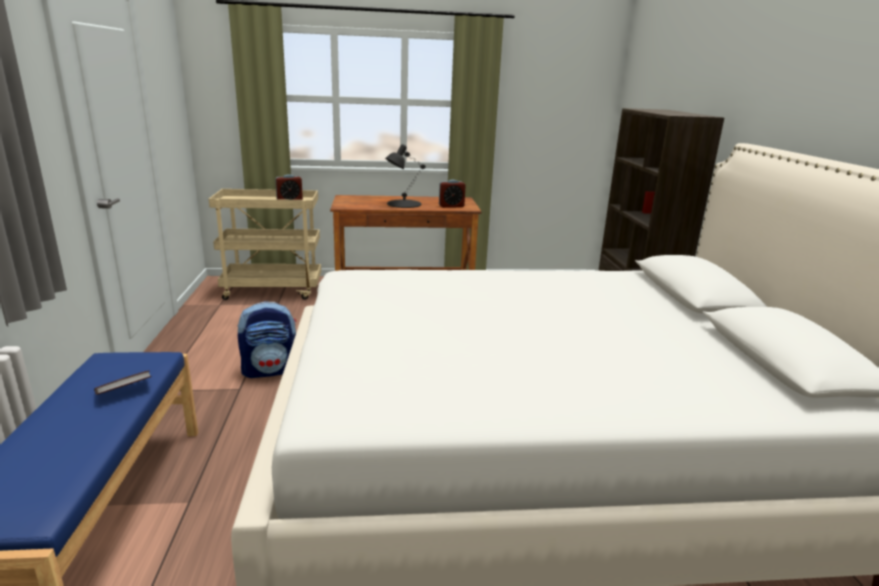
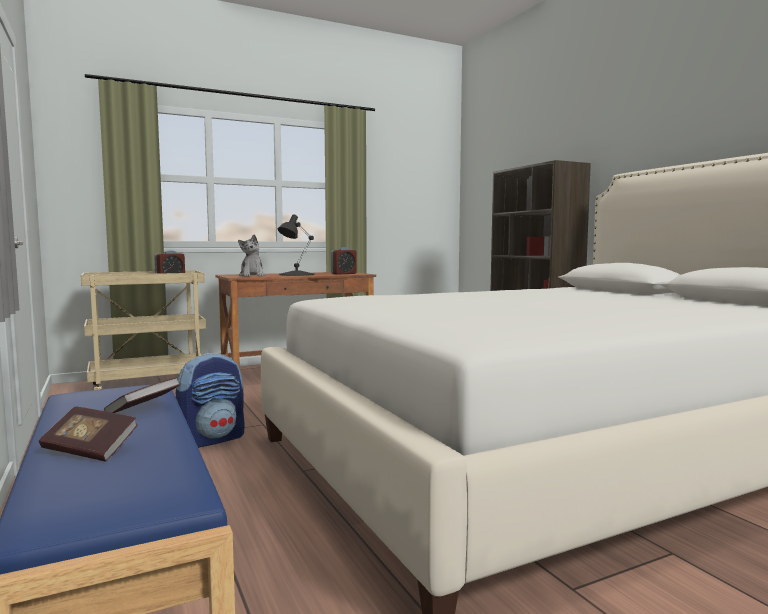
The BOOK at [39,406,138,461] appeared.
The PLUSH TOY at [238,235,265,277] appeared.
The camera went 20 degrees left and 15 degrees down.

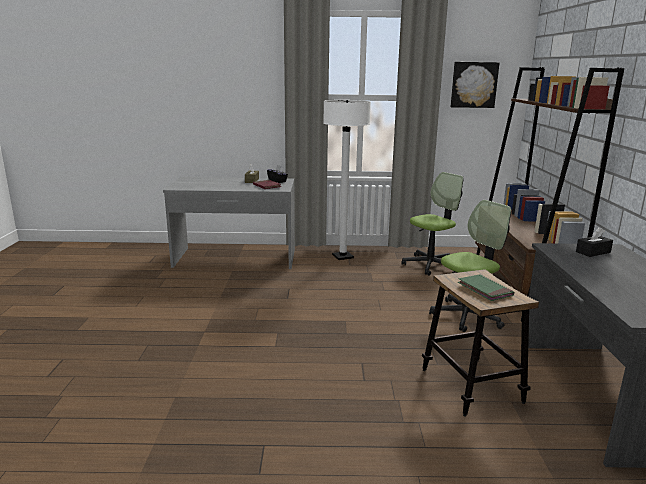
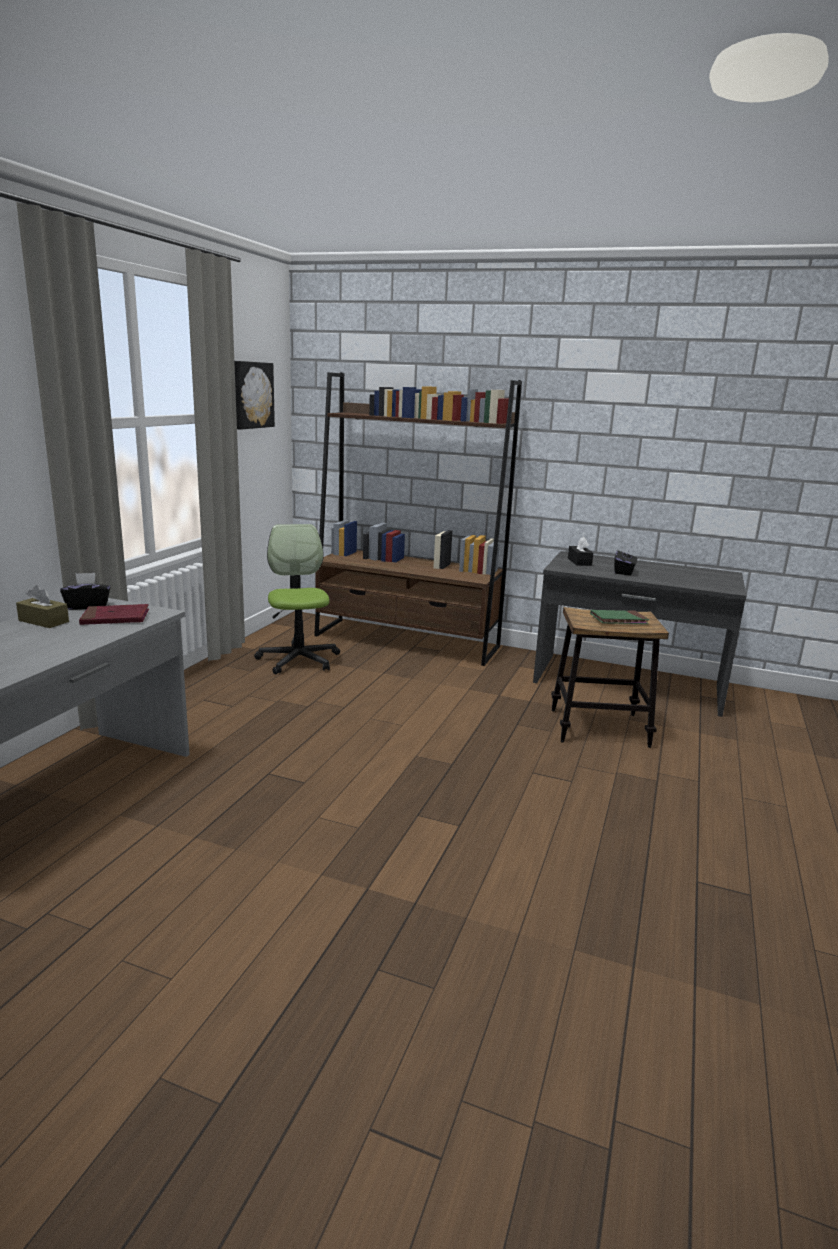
The WHITE FLOOR LAMP at [323,100,371,260] disappeared.
The OFFICE CHAIR at [429,200,511,332] disappeared.
The BLACK TISSUE BOX at [614,548,637,575] appeared.
The camera went 70 degrees left and 0 degrees up.

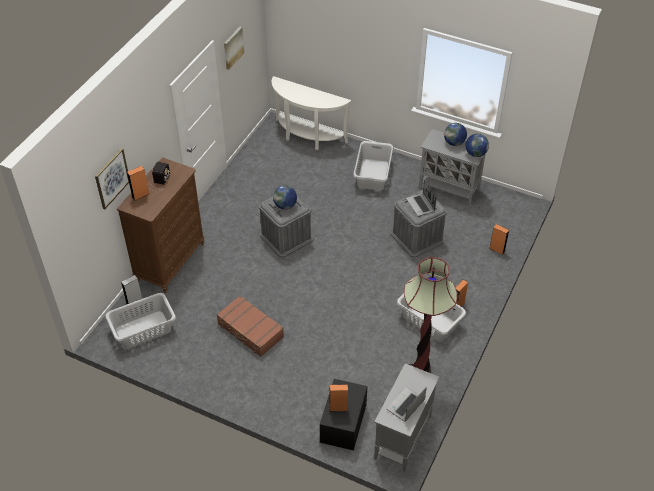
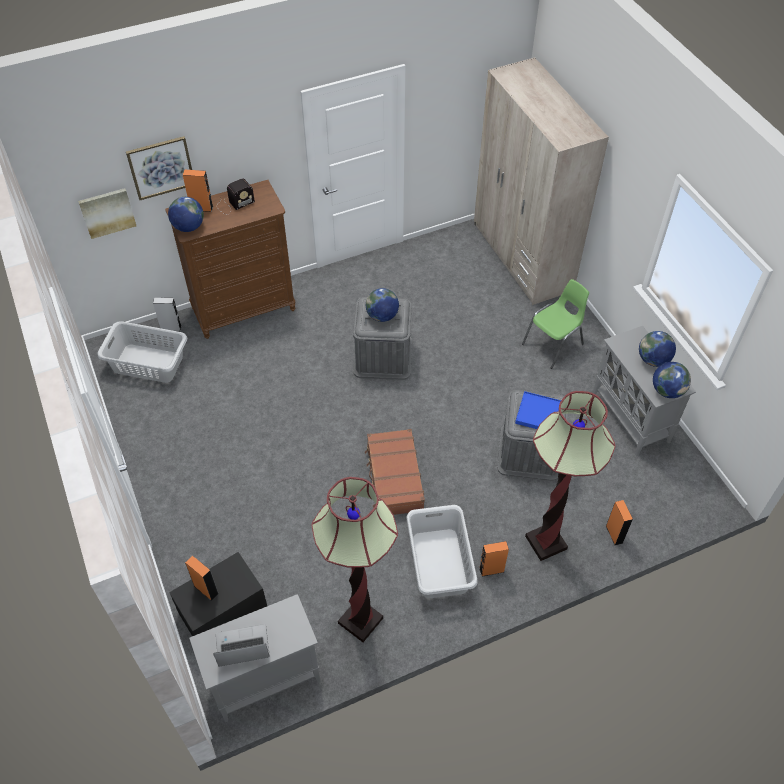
The BROWN SUITCASE moved from [216,295,284,357] to [365,429,425,515].
The PICTURE moved from [224,27,244,70] to [78,188,136,239].
The WHITE CONSOLE TABLE at [272,76,351,150] was replaced by the BEIGE WARDROBE at [474,57,609,305].
The GREY LAUNDRY BASKET at [353,141,393,190] was replaced by the GREEN CHAIR at [522,279,589,369].
The LAPTOP at [406,180,437,216] was replaced by the BLUE TRAY at [515,391,561,429].
The GLOBE at [168,197,204,232] appeared.
The FLOOR LAMP at [525,391,615,561] appeared.
The camera went 40 degrees right and 5 degrees up.

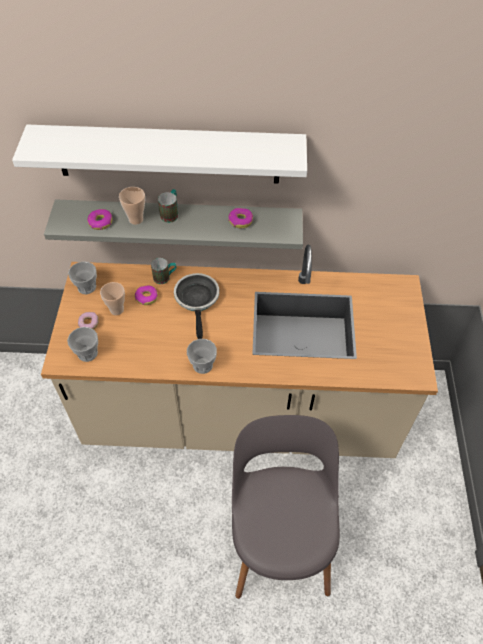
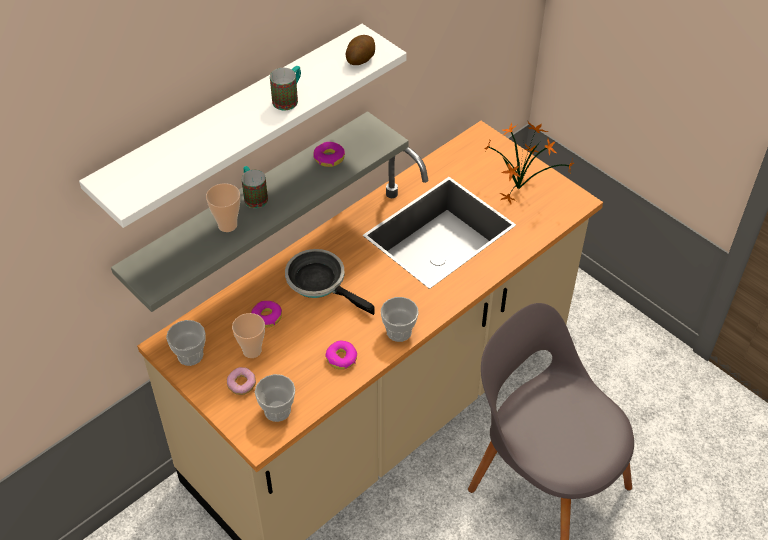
The DONUT moved from [87,209,112,230] to [325,341,357,370].
The MUG moved from [151,258,176,284] to [270,66,301,110].
The POTATO at [346,35,375,65] appeared.
The POTTED PLANT at [484,122,575,204] appeared.
The camera went 45 degrees left and 5 degrees down.

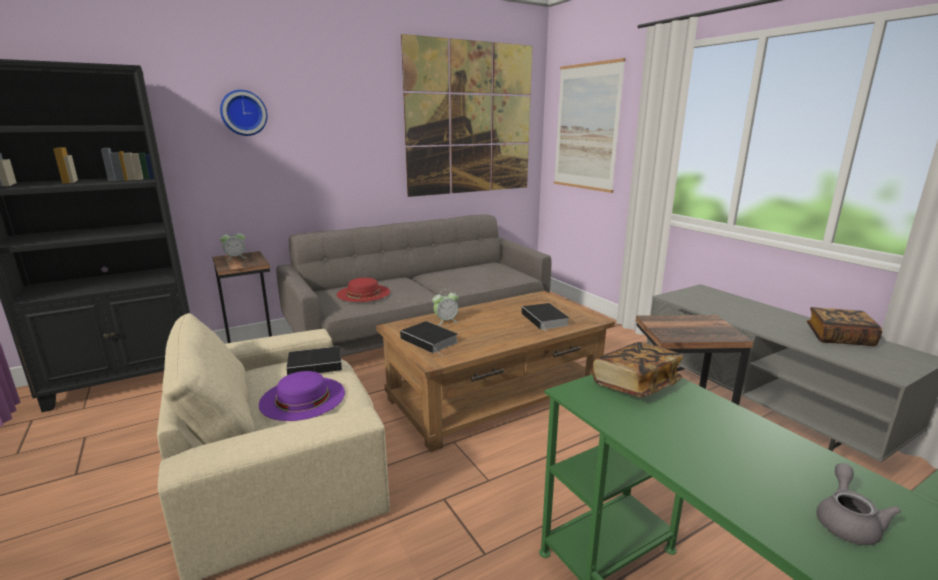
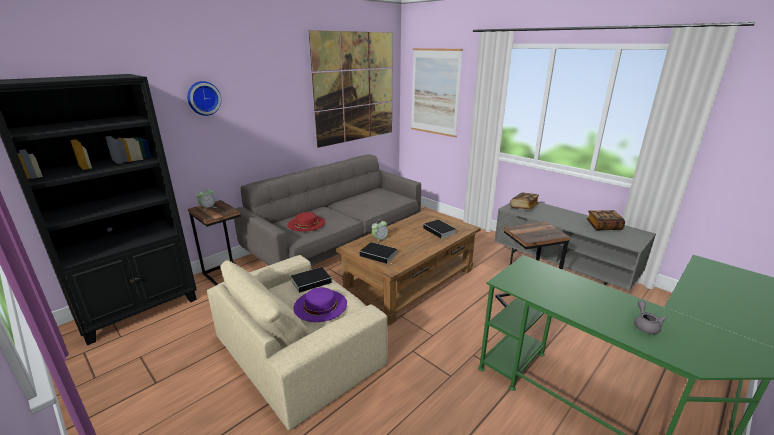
The BOOK moved from [593,342,684,397] to [510,193,539,209].
The camera went 15 degrees left and 5 degrees up.

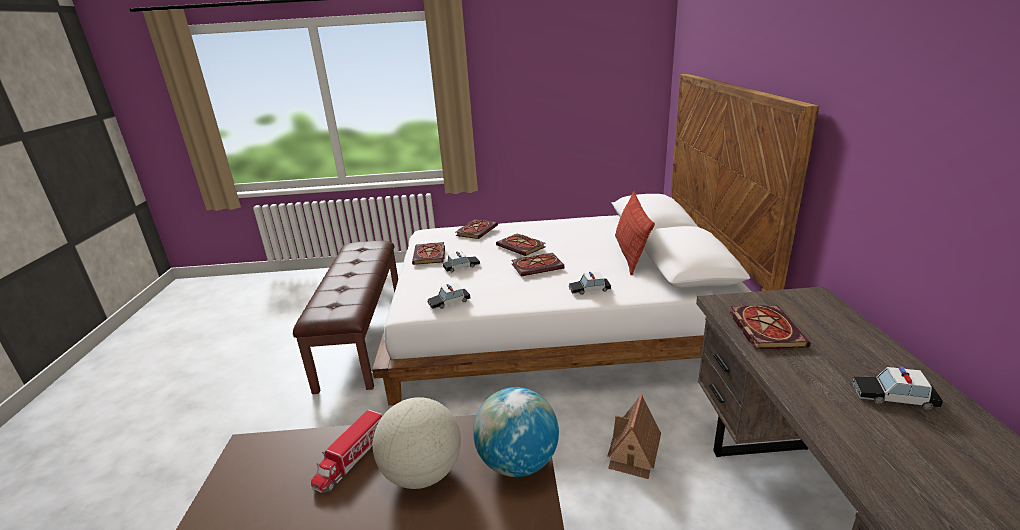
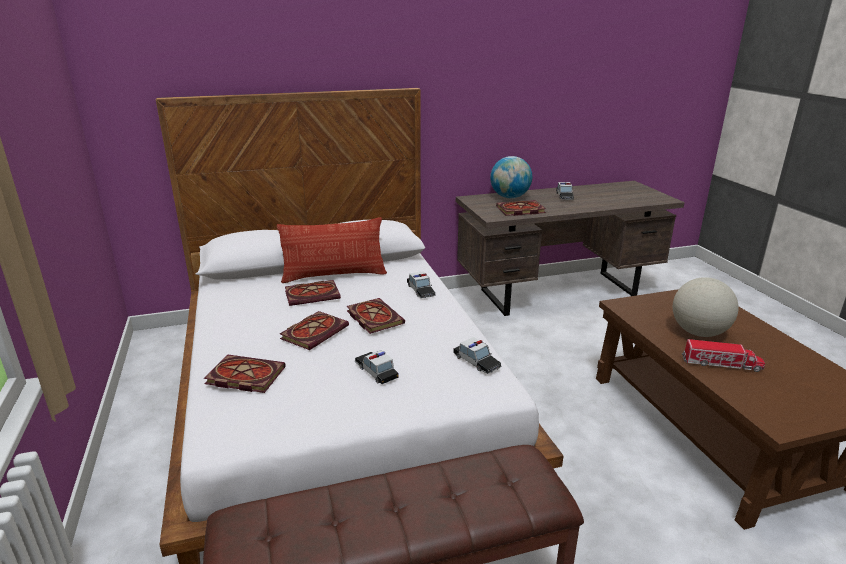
The BOOK moved from [412,242,445,265] to [285,280,341,306].
The GLOBE moved from [473,387,559,477] to [490,156,532,198].
The TOY HOUSE at [607,393,661,479] disappeared.
The camera went 105 degrees left and 0 degrees up.

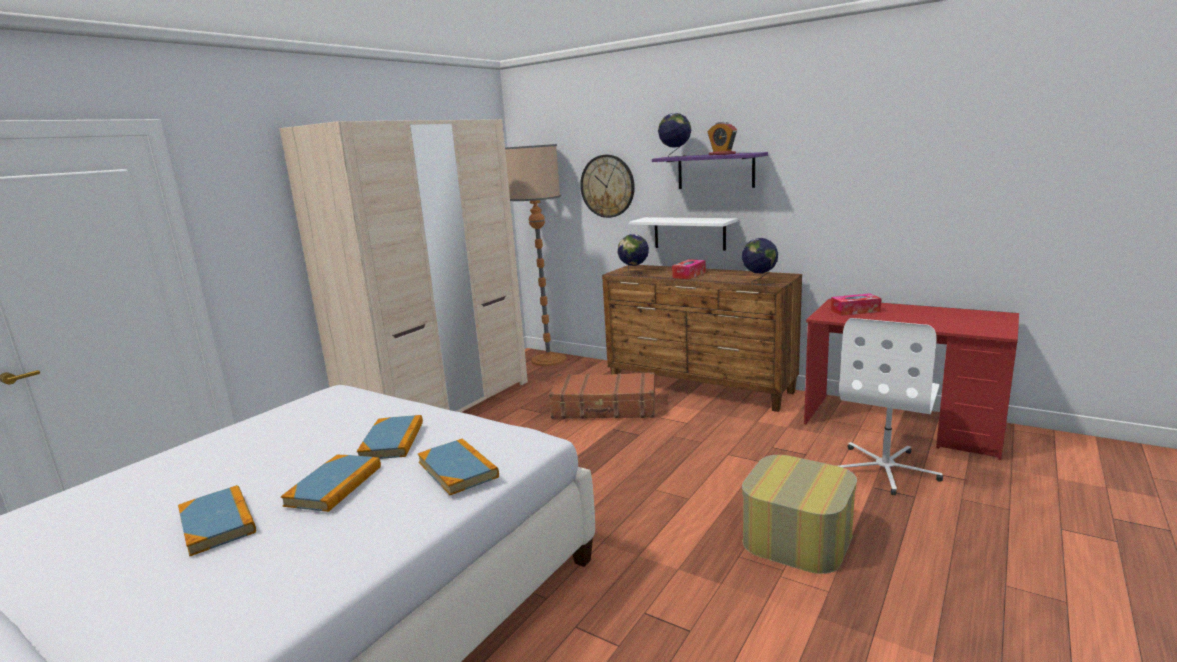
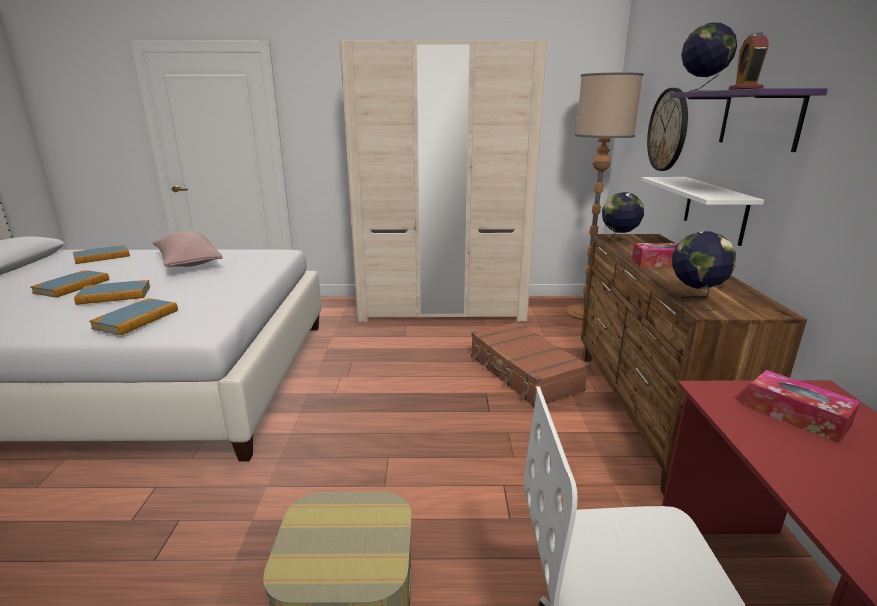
The BOOK moved from [357,415,423,459] to [73,245,130,264].
The PINK PILLOW at [153,231,223,267] appeared.
The camera went 55 degrees right and 5 degrees up.

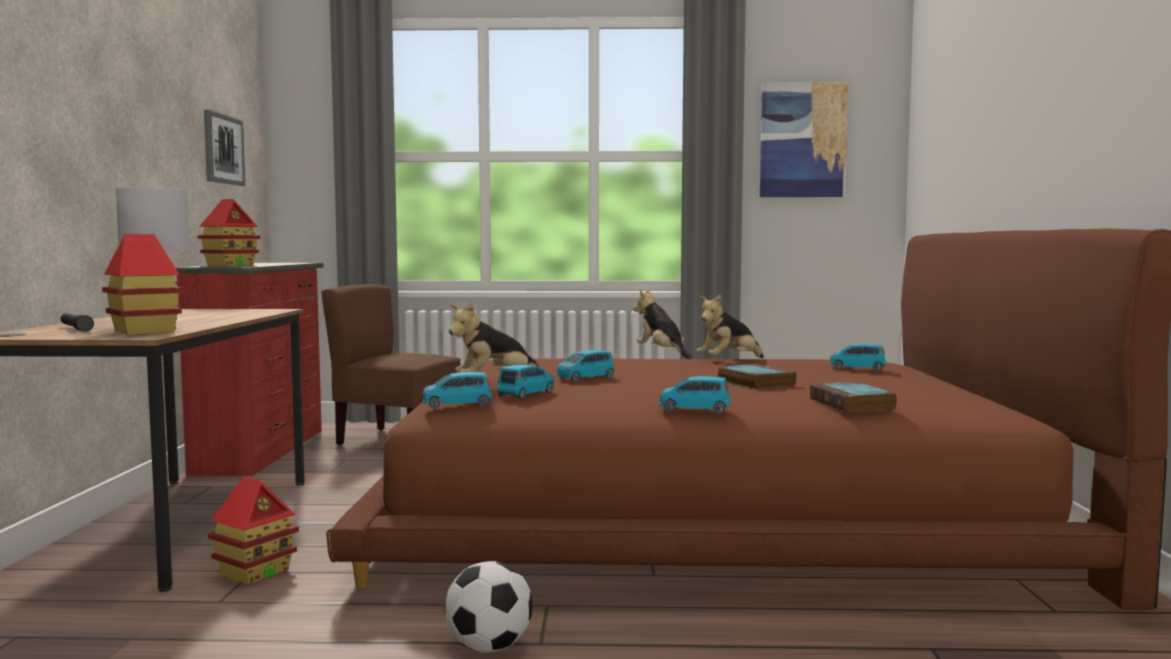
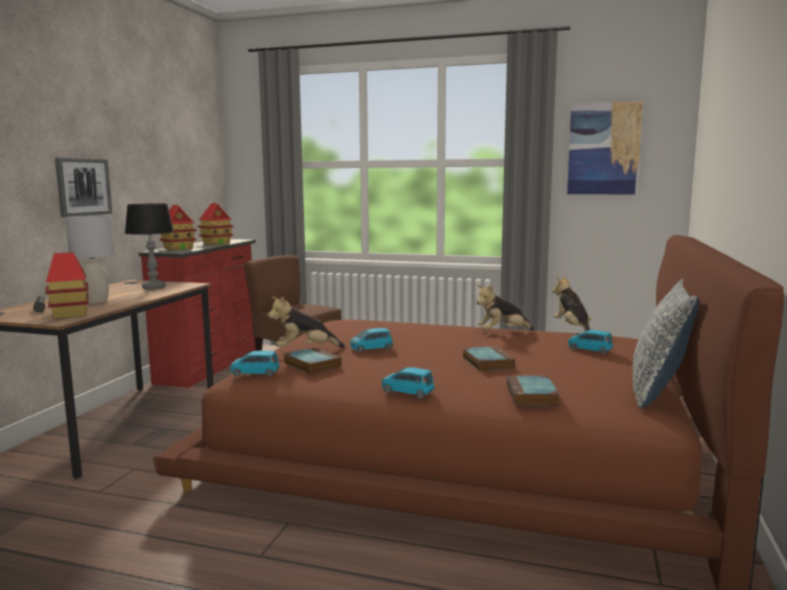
The PICTURE moved from [204,110,245,186] to [55,158,112,217].
The TOY HOUSE moved from [208,477,299,585] to [198,203,234,245].
The FOOTBALL at [445,561,532,653] disappeared.
The BLUE TOY CAR at [497,365,554,399] was replaced by the BOOK at [284,347,341,374].
The PLUSH TOY moved from [633,289,692,359] to [552,276,592,331].
The TABLE LAMP at [125,203,174,290] appeared.
The PILLOW at [633,278,699,409] appeared.
The camera went 15 degrees right and 5 degrees up.

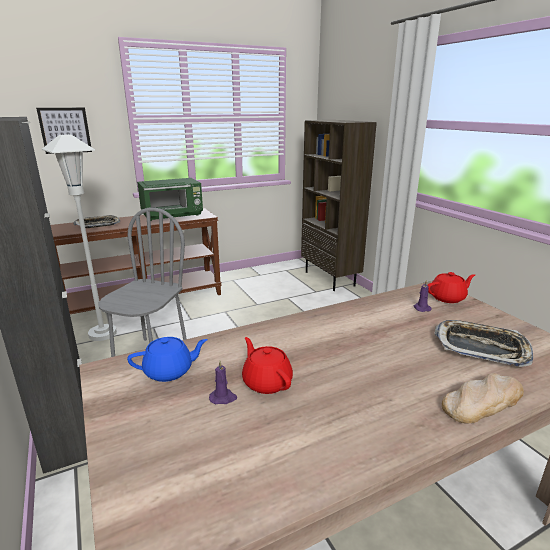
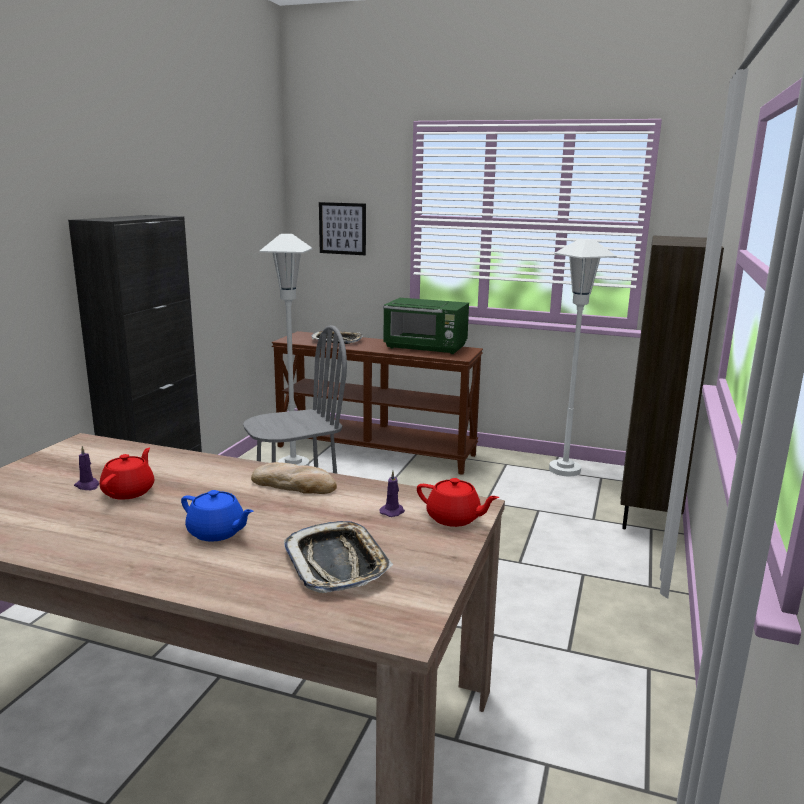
The BLUE TEAPOT moved from [127,337,208,382] to [181,490,253,542].
The BREAD moved from [442,373,524,424] to [251,462,337,494].
The WHITE FLOOR LAMP at [549,239,617,476] appeared.
The camera went 45 degrees right and 5 degrees down.

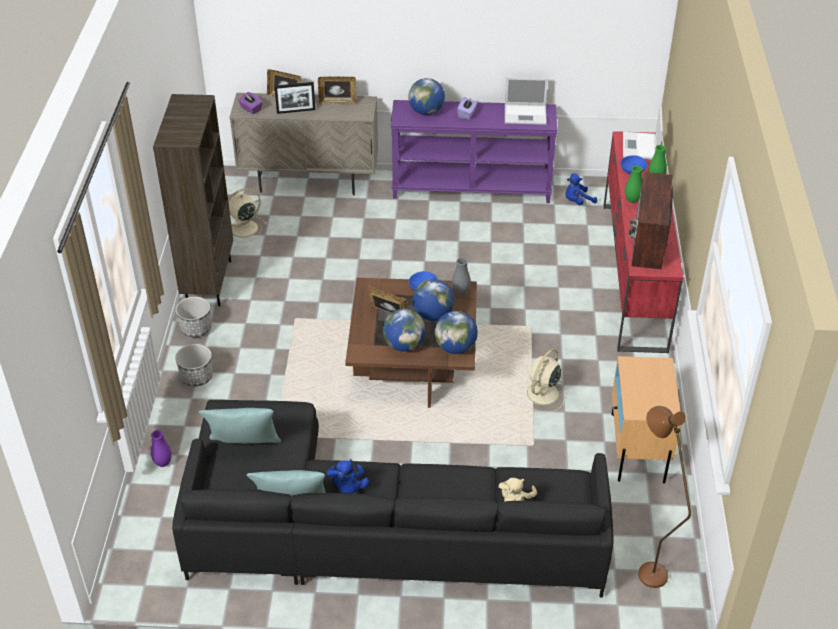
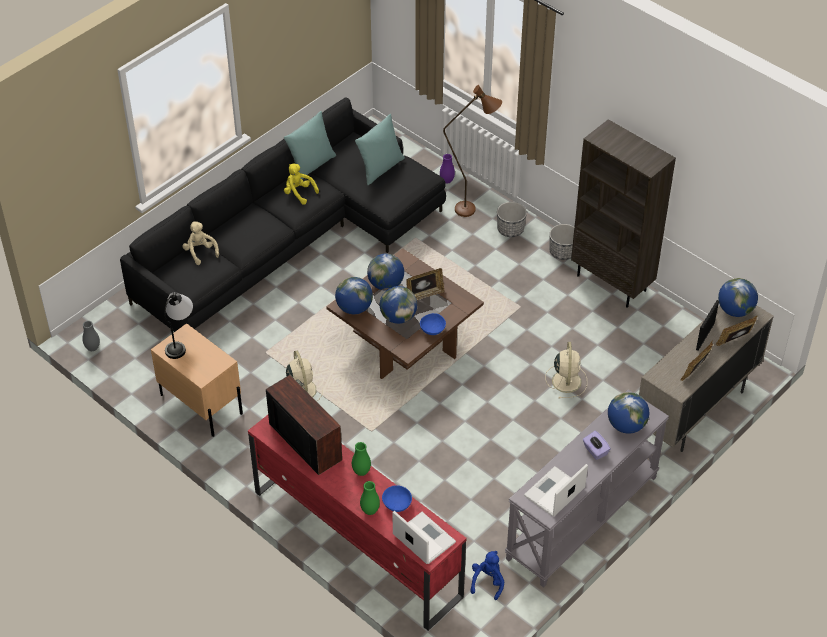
The BEIGE FAN moved from [228,188,267,243] to [545,342,587,399].
The PURPLE TISSUE BOX at [238,92,263,114] was replaced by the GLOBE at [718,278,758,317].
The BLUE PLUSH TOY at [327,459,369,493] became the YELLOW PLUSH TOY at [284,164,319,205].
The PURPLE CONSOLE TABLE at [391,100,558,203] became the GREY CONSOLE TABLE at [505,389,669,588].
The GREY VASE moved from [452,258,471,295] to [83,321,100,351].
The BROWN FLOOR LAMP moved from [638,406,691,588] to [443,85,502,217].
The TABLE LAMP at [164,292,193,359] appeared.
The camera went 130 degrees right and 5 degrees up.

